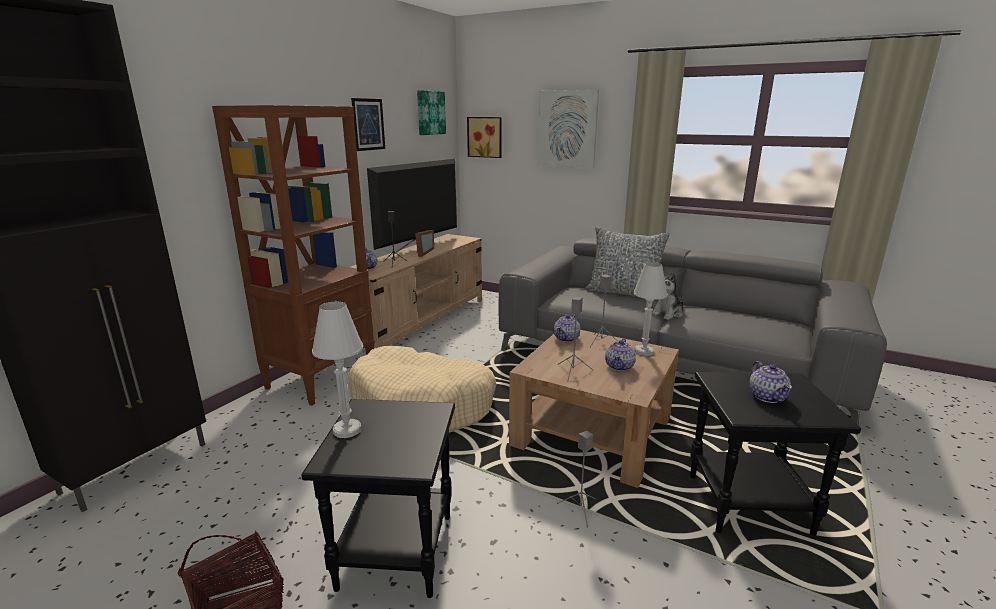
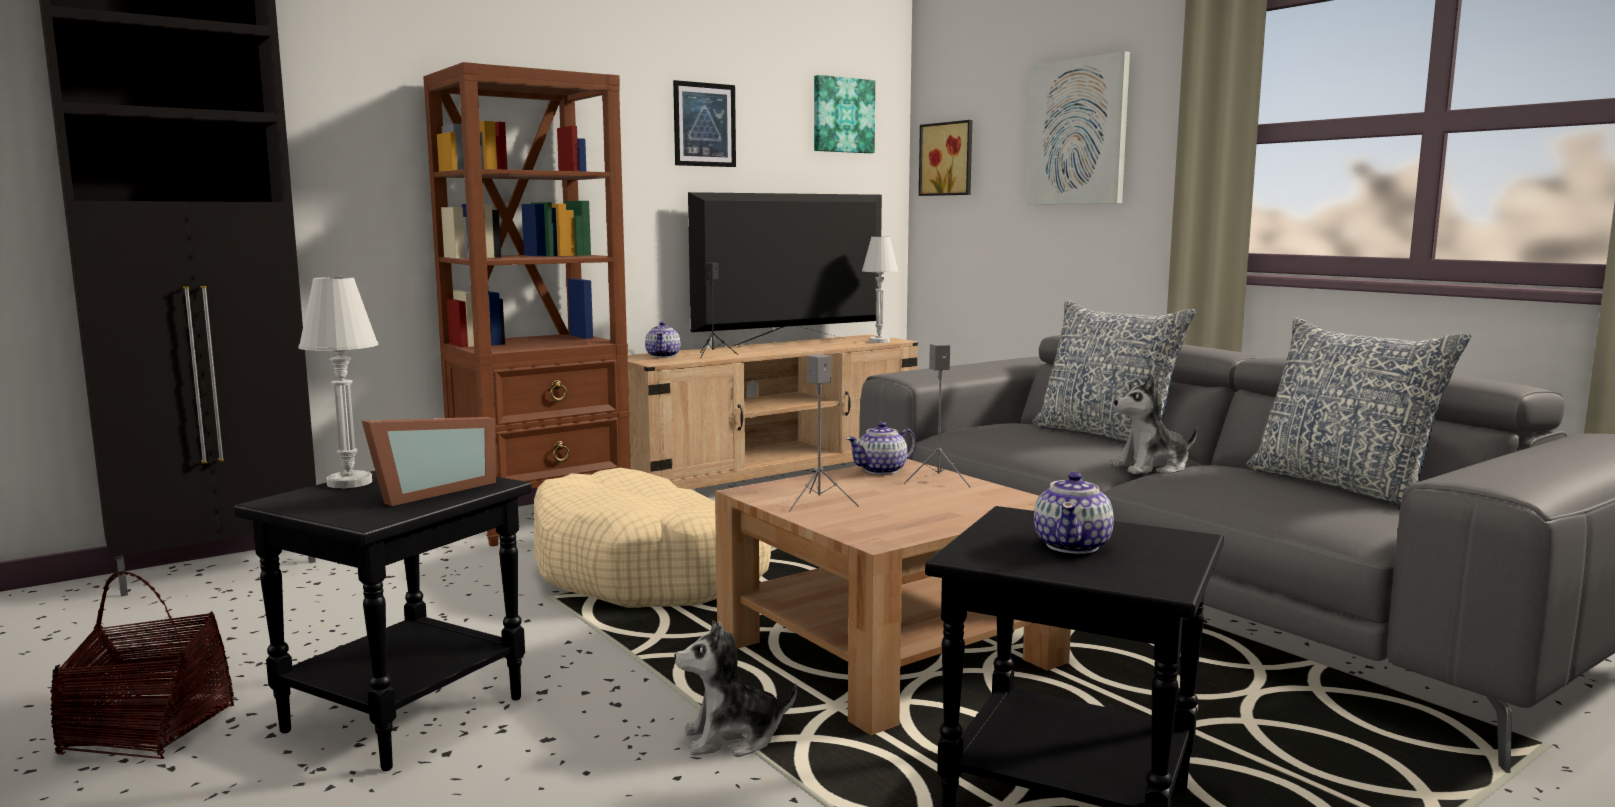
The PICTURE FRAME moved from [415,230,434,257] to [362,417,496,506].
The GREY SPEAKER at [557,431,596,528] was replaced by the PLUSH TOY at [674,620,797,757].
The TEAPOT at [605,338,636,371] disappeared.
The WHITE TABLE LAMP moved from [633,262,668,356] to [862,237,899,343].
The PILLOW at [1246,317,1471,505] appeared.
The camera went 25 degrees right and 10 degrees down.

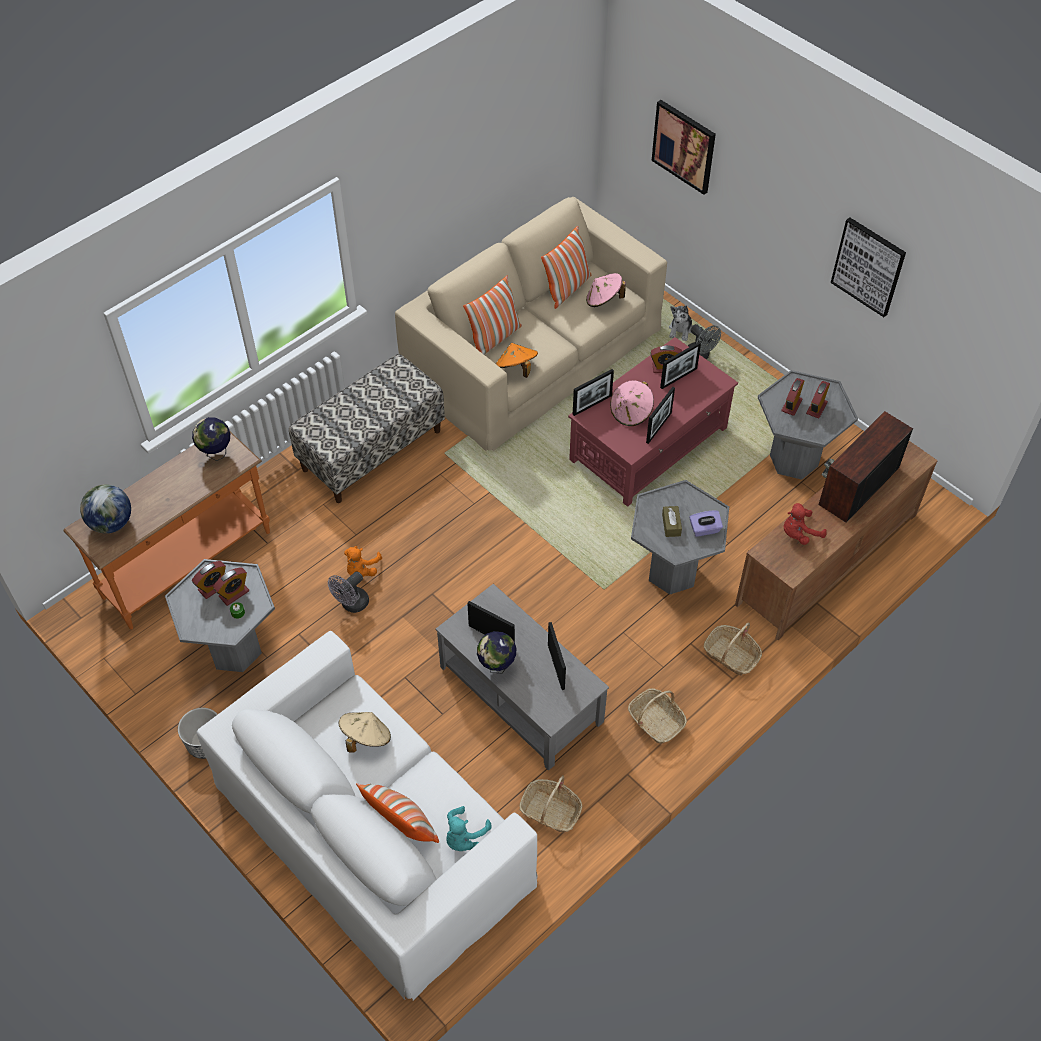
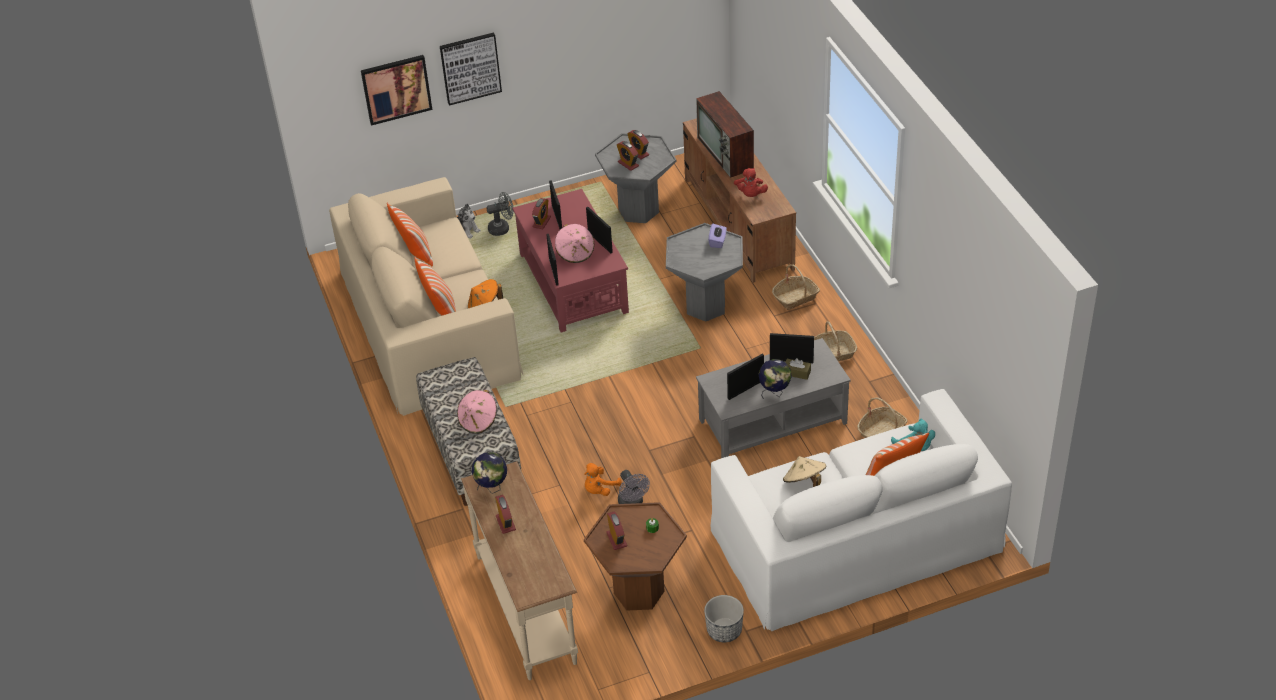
The ORANGE CONSOLE TABLE at [63,432,270,629] became the BEIGE CONSOLE TABLE at [461,461,578,680].
The GLOBE at [80,484,131,534] disappeared.
The GREY SIDE TABLE at [165,559,275,672] became the BROWN SIDE TABLE at [584,502,687,611].
The ALARM CLOCK moved from [213,567,249,606] to [495,495,516,534].
The ORANGE PLUSH TOY at [344,546,382,577] turned 90 degrees clockwise.
The PINK HAT moved from [586,273,626,307] to [457,389,497,434].
The BROWN TISSUE BOX moved from [662,506,682,537] to [785,358,811,380].
The PICTURE moved from [831,217,906,317] to [440,32,502,106].
The camera went 65 degrees left and 10 degrees down.

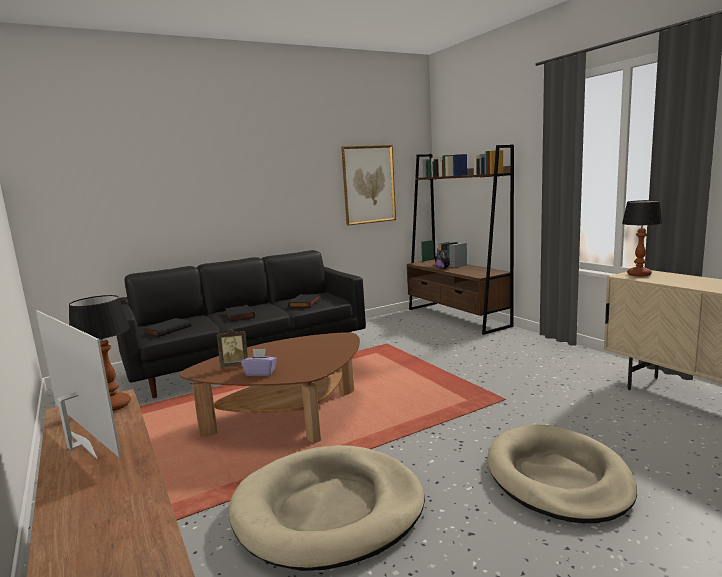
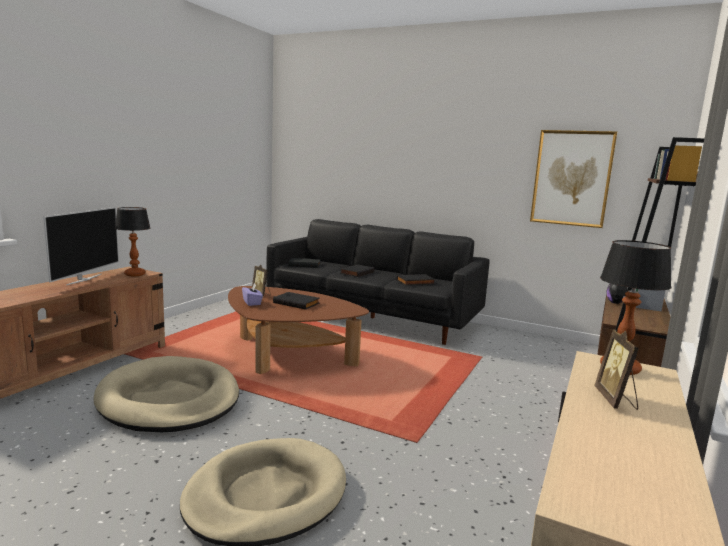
The BLACK BOOK at [273,292,320,310] appeared.
The PICTURE FRAME at [595,329,639,410] appeared.
The camera went 55 degrees right and 0 degrees up.

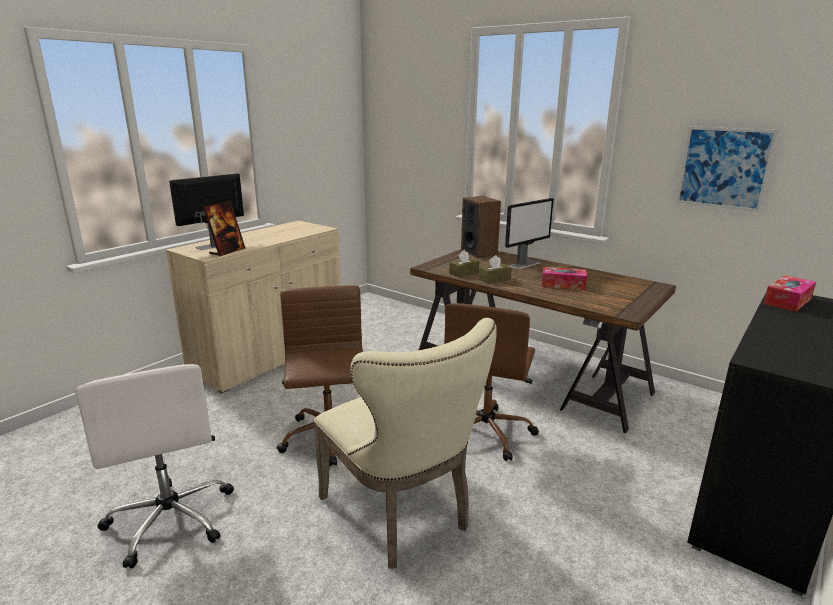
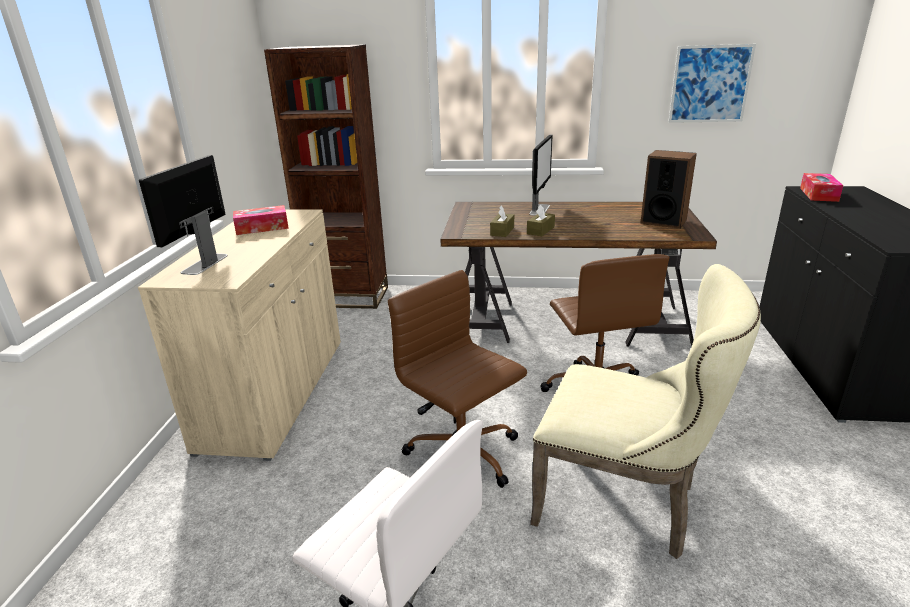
The PICTURE FRAME at [203,201,245,256] disappeared.
The SPEAKER moved from [461,196,501,258] to [641,150,697,229].
The TISSUE BOX moved from [542,267,587,290] to [233,205,289,235].
The BROWN BOOKCASE at [264,44,388,309] appeared.
The camera went 30 degrees left and 5 degrees up.

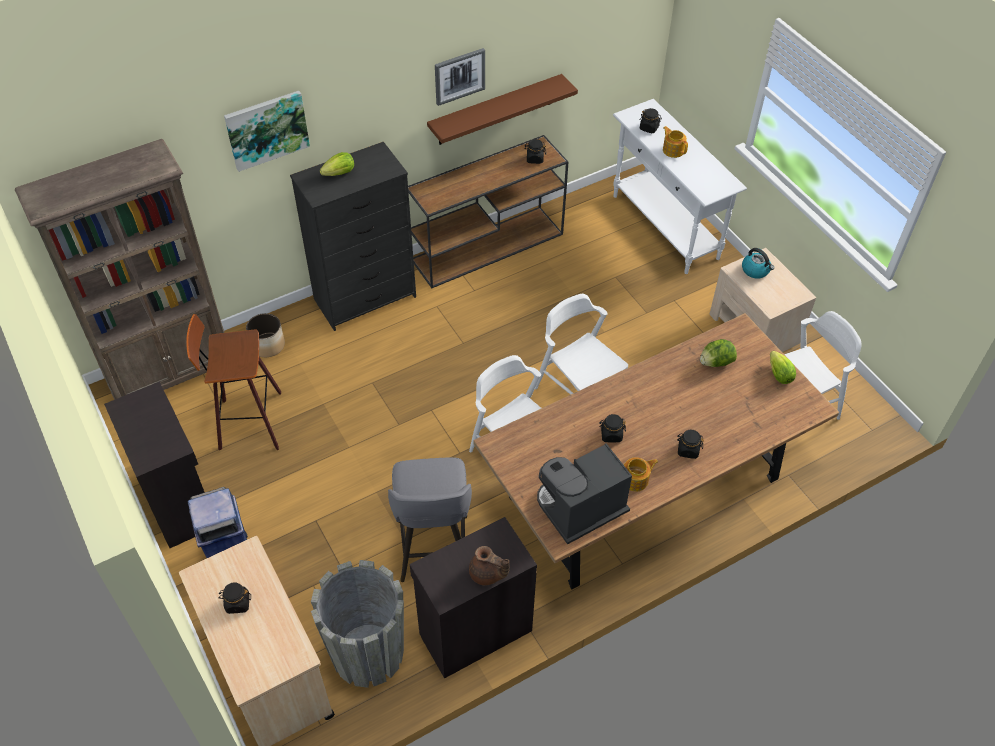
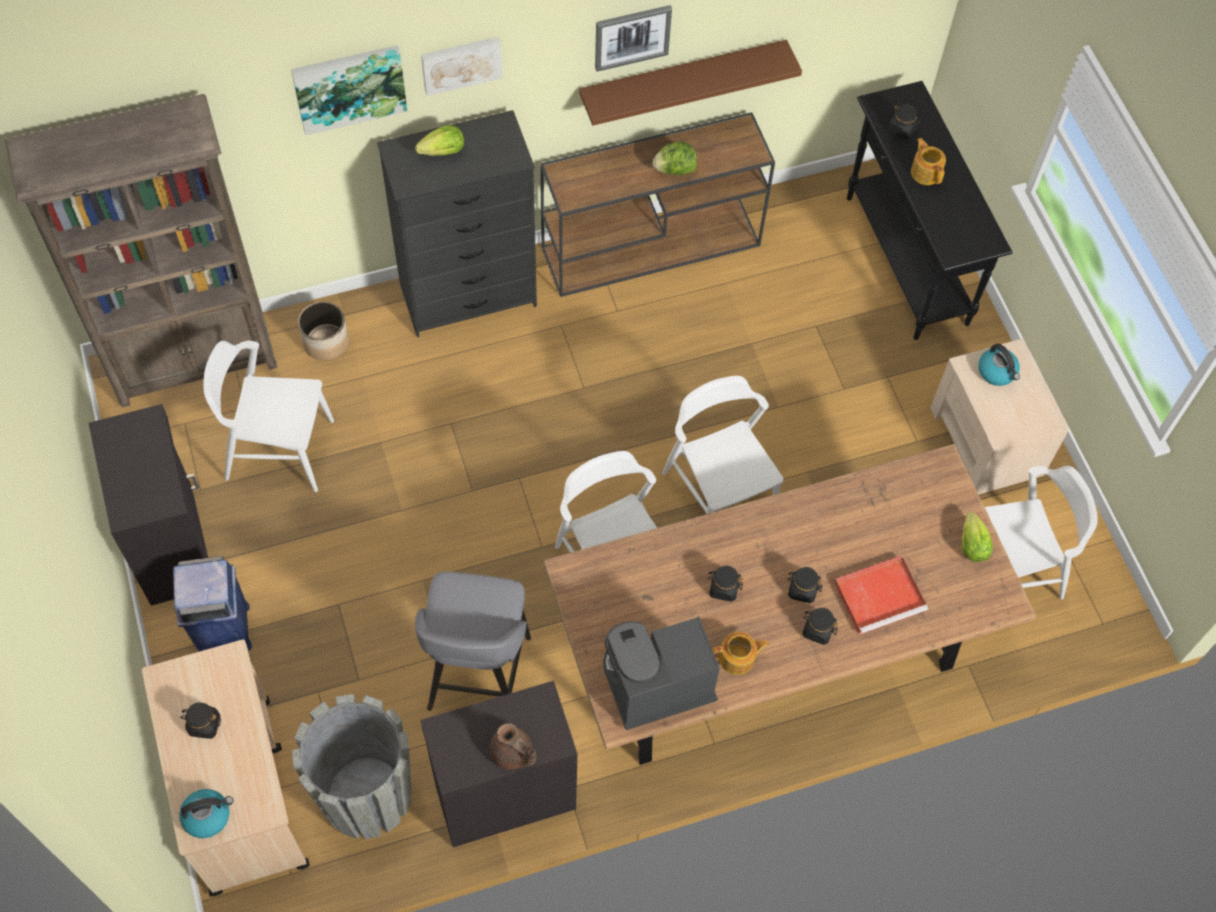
The STOOL at [186,314,281,450] was replaced by the WHITE CHAIR at [203,341,334,492].
The BLACK JAR moved from [524,139,546,164] to [787,567,823,603].
The WHITE CONSOLE TABLE at [613,99,747,274] became the BLACK CONSOLE TABLE at [847,81,1013,340].
The LETTUCE moved from [700,339,737,367] to [653,142,697,175].
The KETTLE at [179,789,233,838] appeared.
The PICTURE at [421,37,502,96] appeared.
The RED TRAY at [834,556,928,635] appeared.
The camera went 10 degrees right and 10 degrees up.

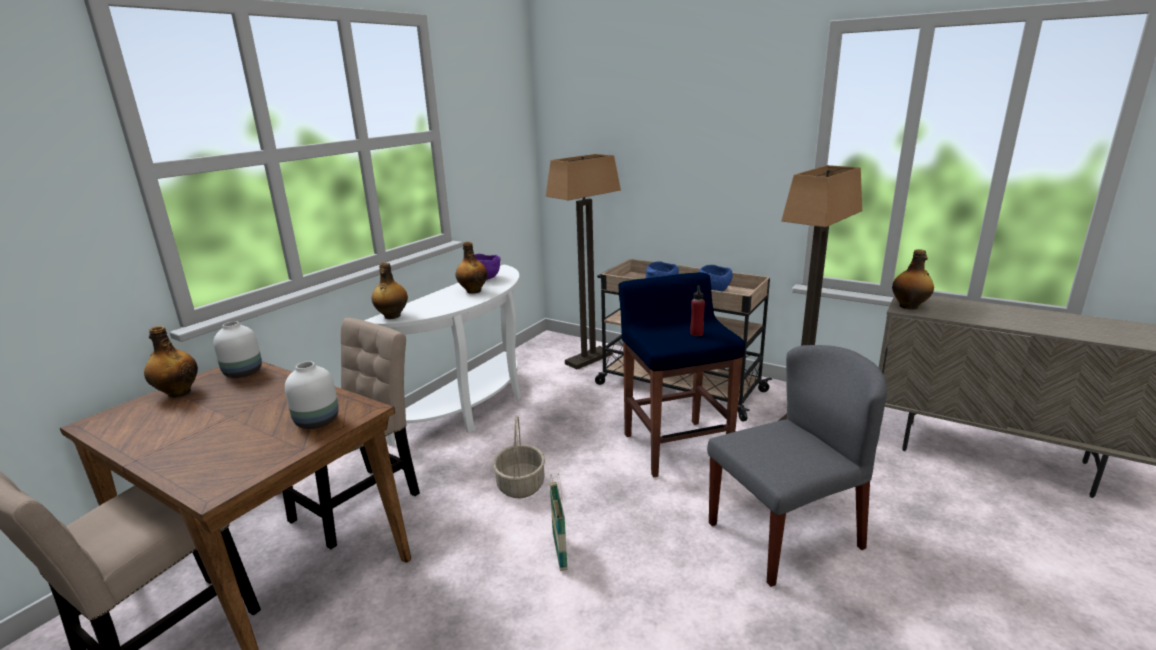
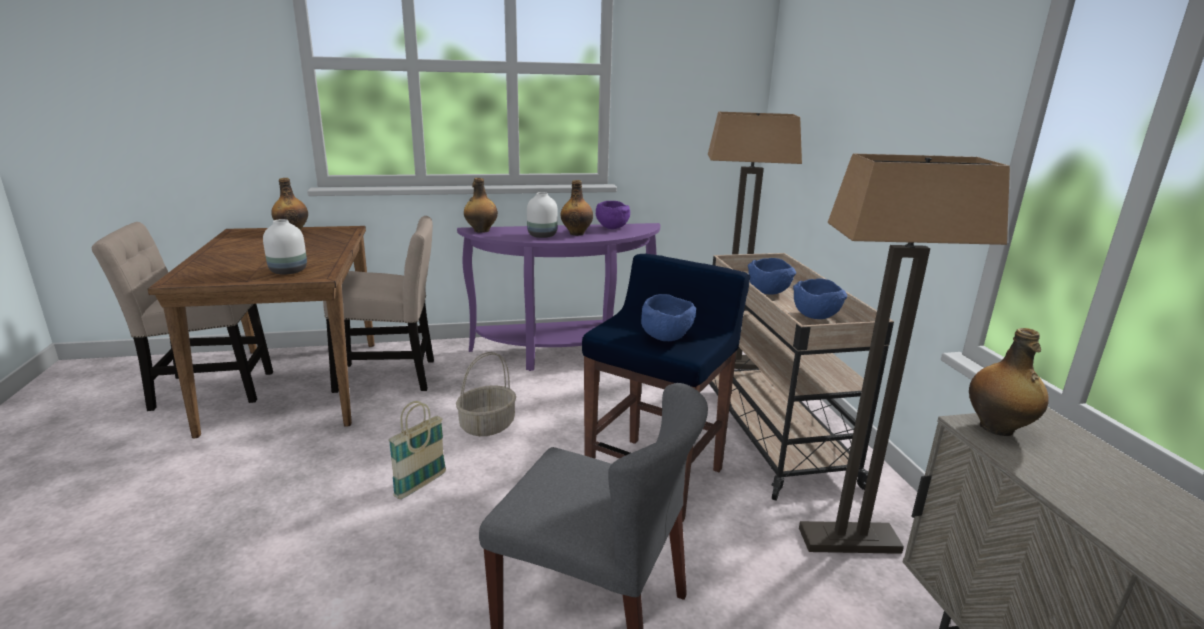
The WHITE VASE moved from [213,321,262,378] to [527,192,558,238].
The WHITE CONSOLE TABLE at [364,264,521,446] became the PURPLE CONSOLE TABLE at [457,223,660,371].
The RED BOTTLE at [690,285,705,336] was replaced by the BLUE BOWL at [641,294,696,341].
The camera went 45 degrees right and 0 degrees up.

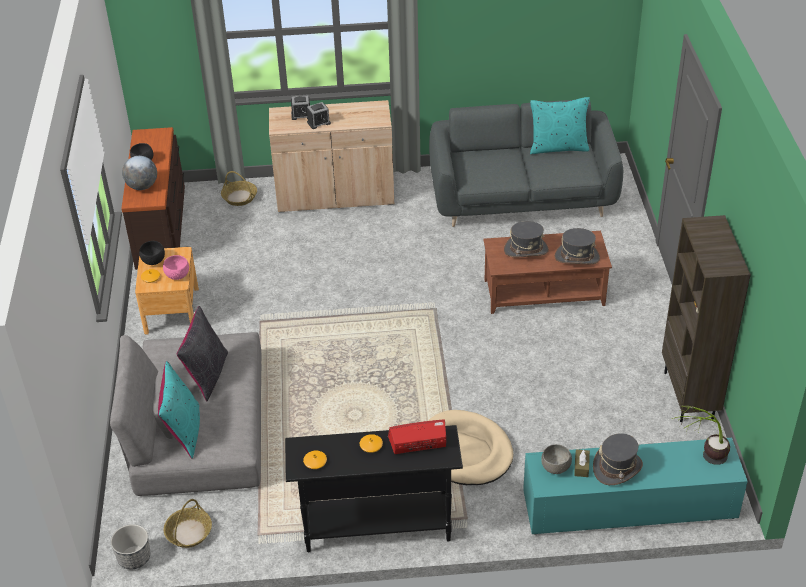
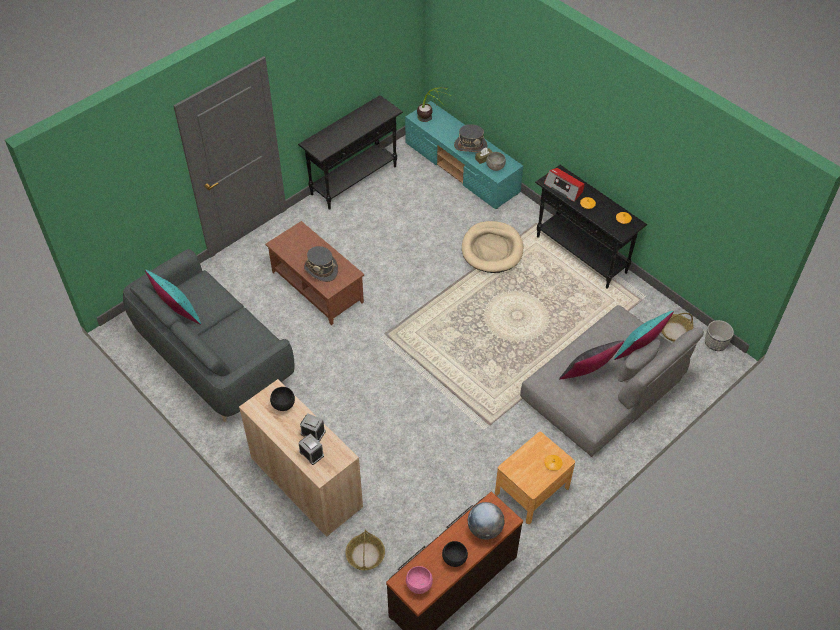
The BLACK BOWL moved from [139,241,165,265] to [270,387,295,411].
The PINK BOWL moved from [163,255,189,280] to [406,566,433,594].
The GREY HAT at [555,228,600,264] disappeared.
The BROWN BOOKCASE at [662,215,751,422] was replaced by the BLACK CONSOLE TABLE at [298,95,403,210].
The camera went 130 degrees left and 10 degrees up.

